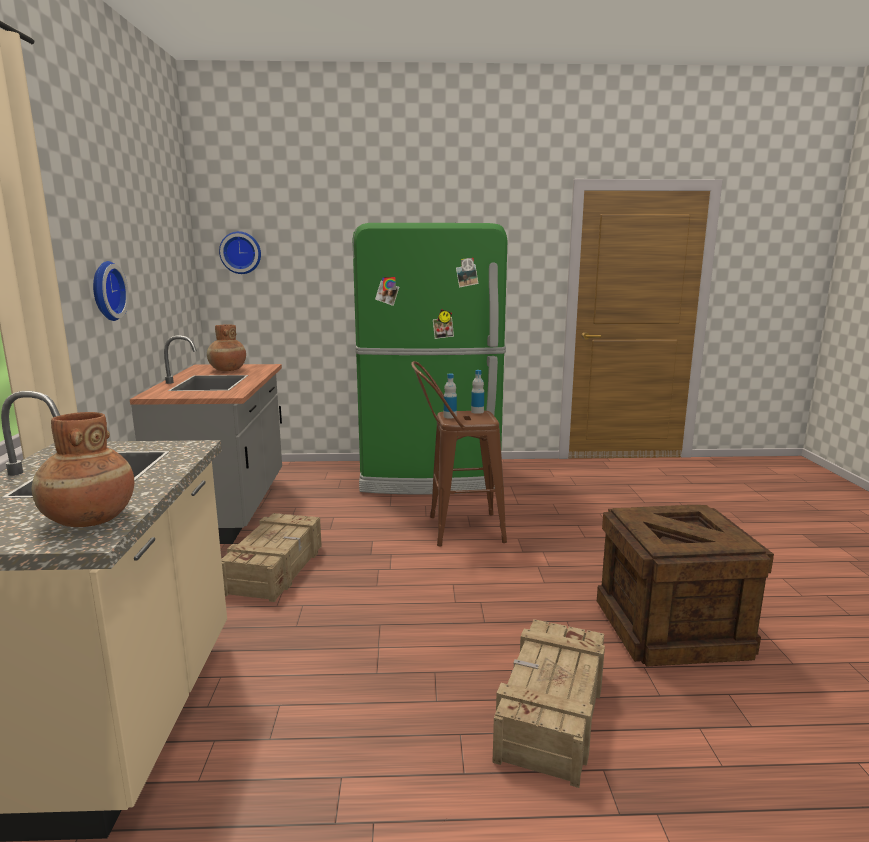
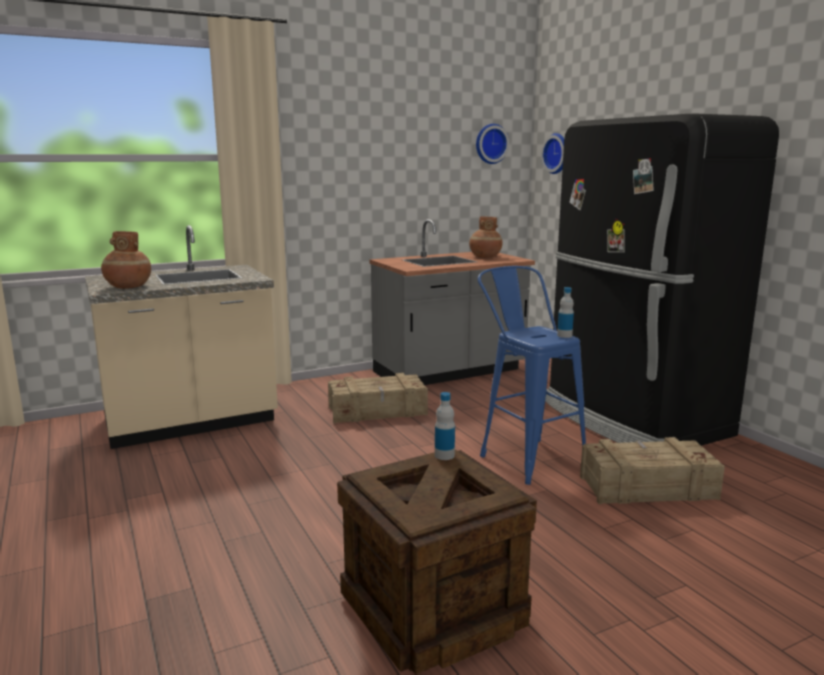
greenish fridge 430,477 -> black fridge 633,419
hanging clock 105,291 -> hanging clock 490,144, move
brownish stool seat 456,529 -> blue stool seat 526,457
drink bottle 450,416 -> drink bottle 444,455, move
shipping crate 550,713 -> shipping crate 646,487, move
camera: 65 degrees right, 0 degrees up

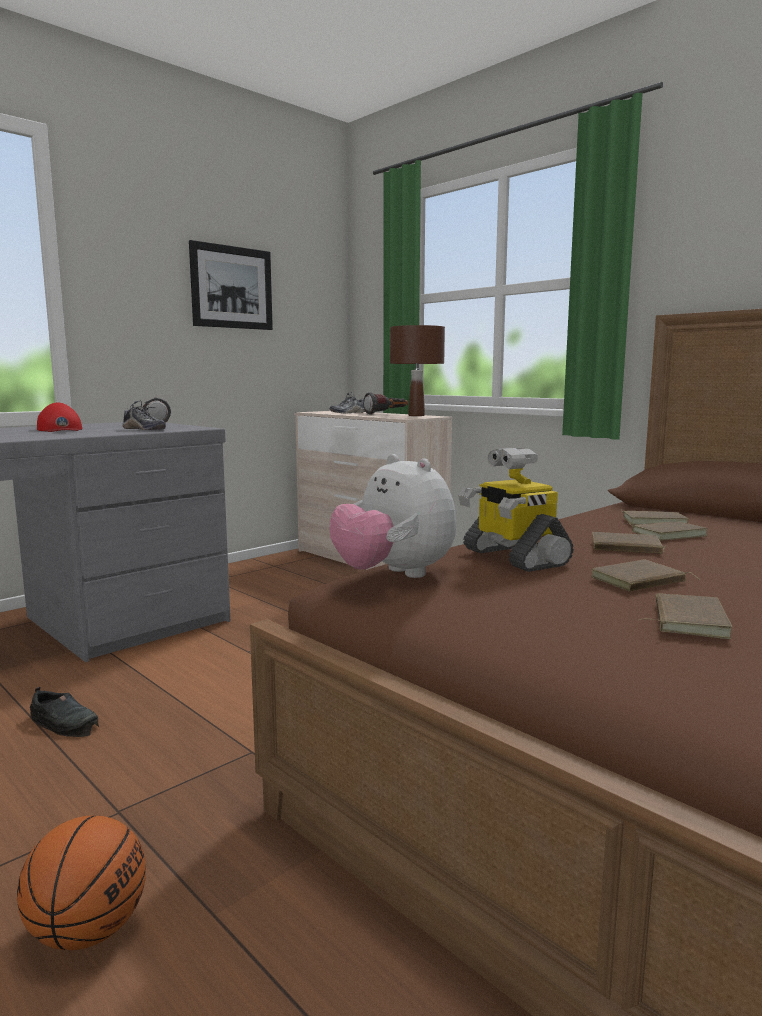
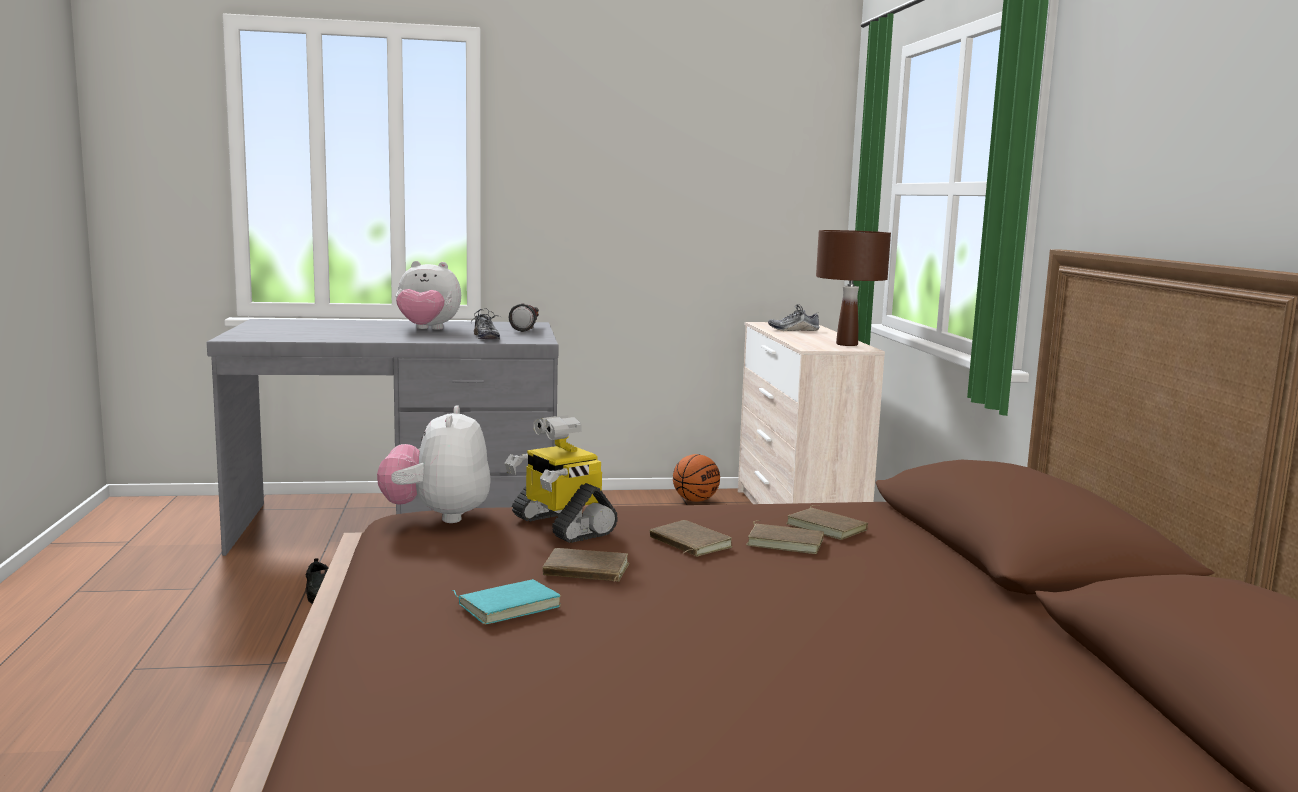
wall picture 232,287 -> none
flashlight 386,414 -> none
reddish peaked cap 60,430 -> plush toy 427,329
robot figure 513,557 -> robot figure 560,525, 45 degrees counterclockwise
brownish bound book 686,620 -> turquoise bound book 508,605
ball for basketball 88,930 -> ball for basketball 695,500, move
camera: 35 degrees right, 0 degrees up

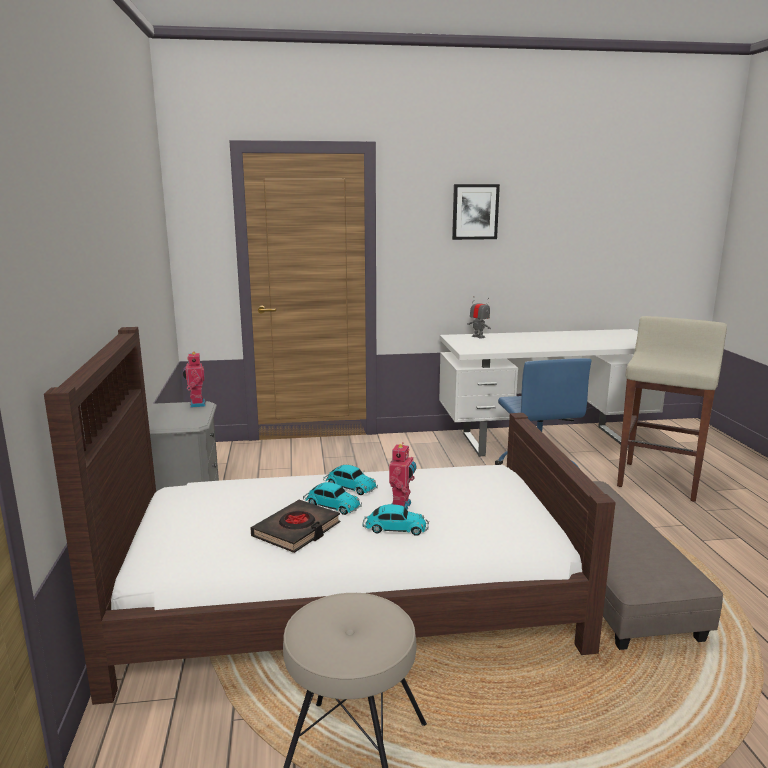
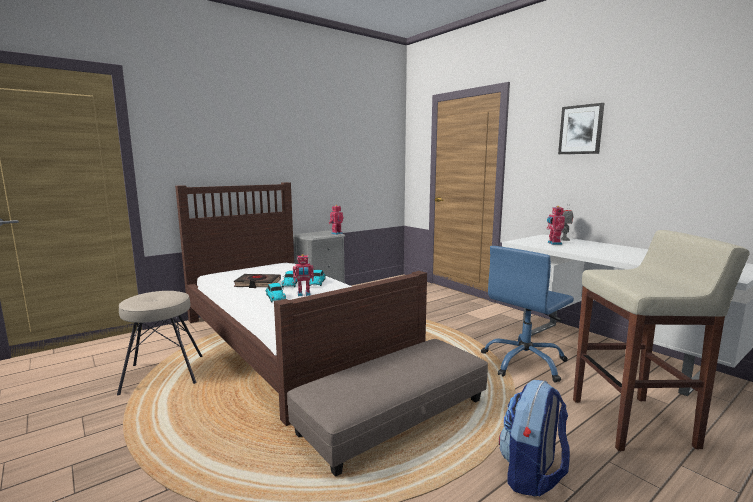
none -> robot figure 553,243
none -> knapsack 532,475
camera: 60 degrees right, 5 degrees down

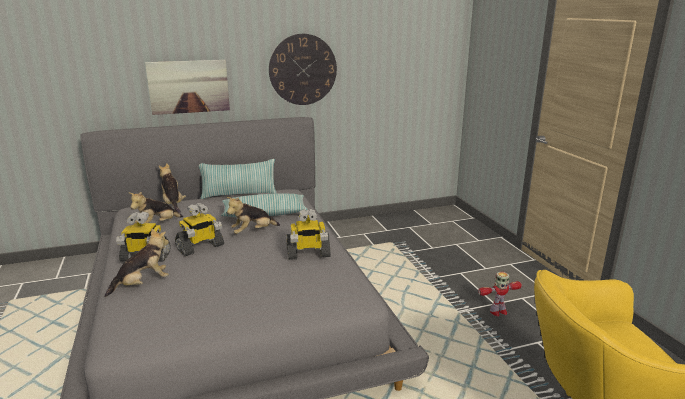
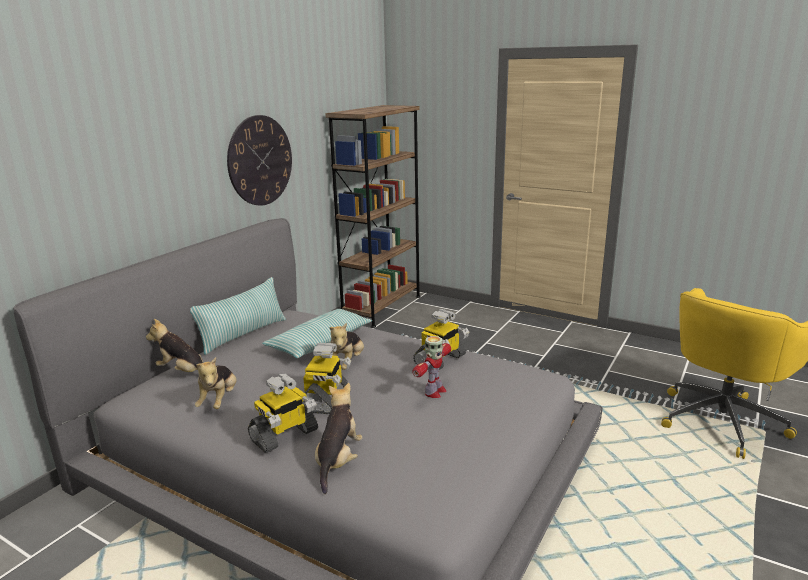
wall picture 189,86 -> none
robot figure 498,311 -> robot figure 434,392, move
none -> brownish bookcase 382,307
camera: 40 degrees left, 0 degrees up

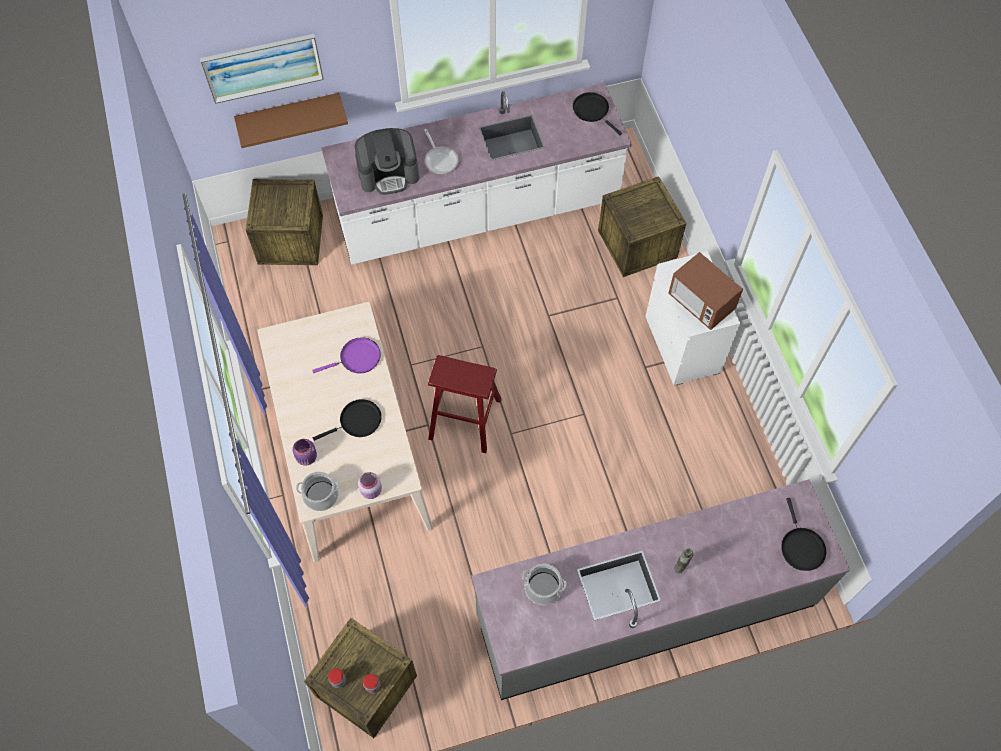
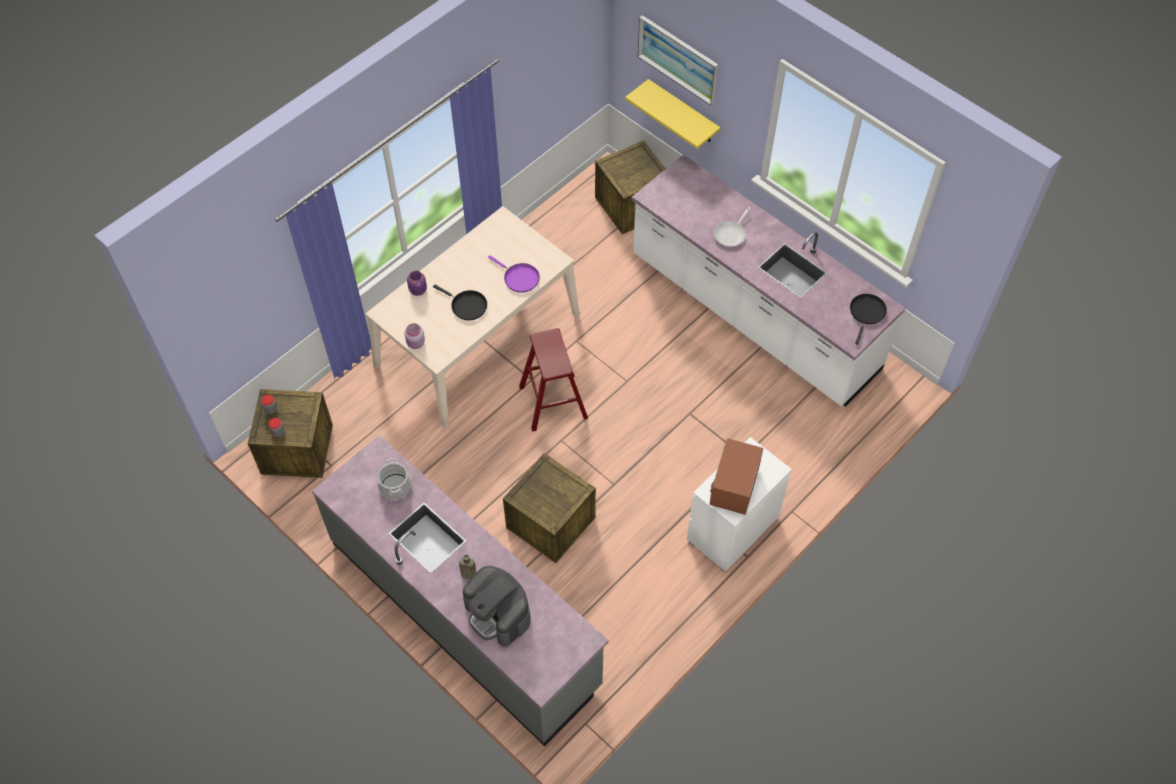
brownish bracket shelf 289,114 -> yellow bracket shelf 683,112
coffee maker 388,173 -> coffee maker 498,614, move
shipping crate 637,244 -> shipping crate 550,522, move
cooking pot 321,496 -> none
black frying pan 801,547 -> none
camera: 60 degrees right, 5 degrees down

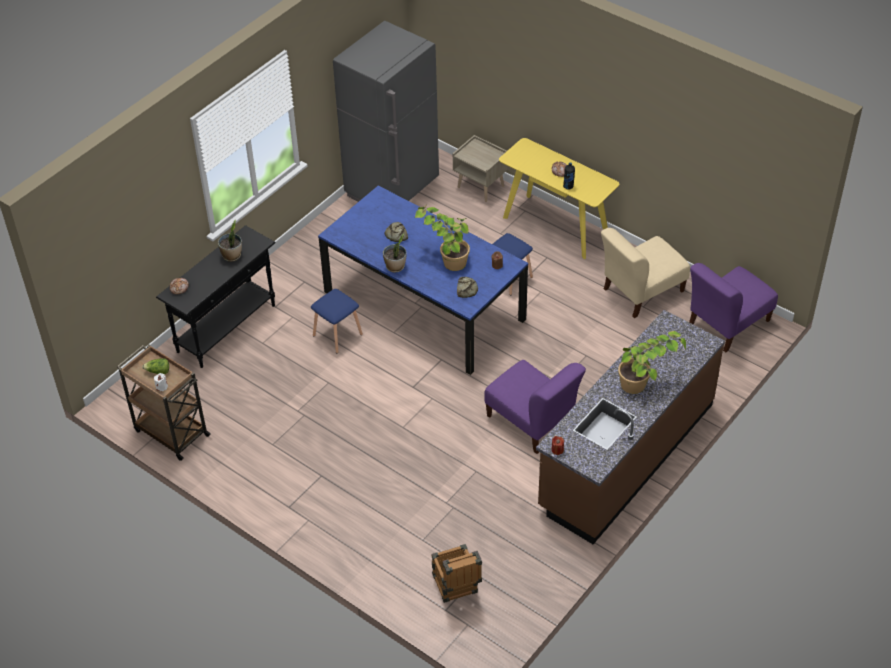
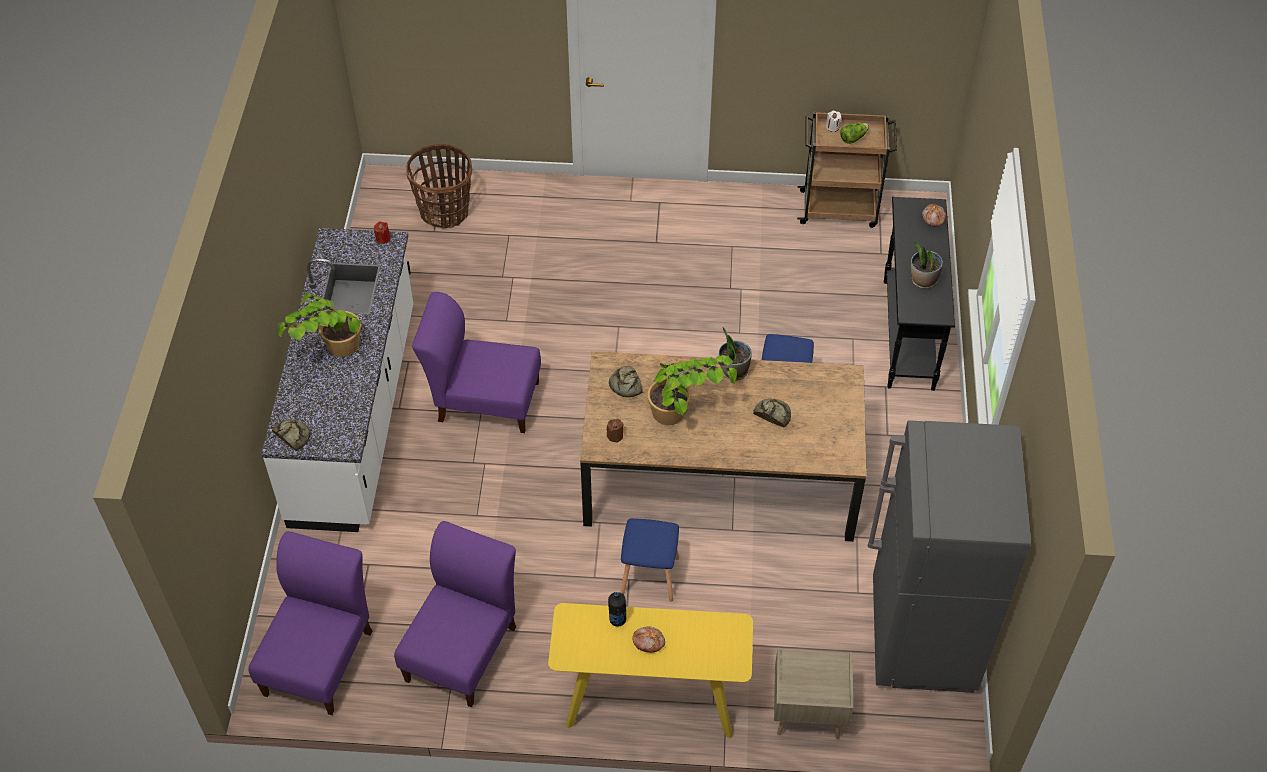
blue dining table 423,305 -> brownish dining table 721,478
beige-coloured plain chair 640,292 -> purplish plain chair 463,649
brownish kitchen counter 626,455 -> white-coloured kitchen counter 356,415
shipping crate 456,588 -> storage basket 444,212
none -> bread 292,435
camera: 145 degrees right, 5 degrees up

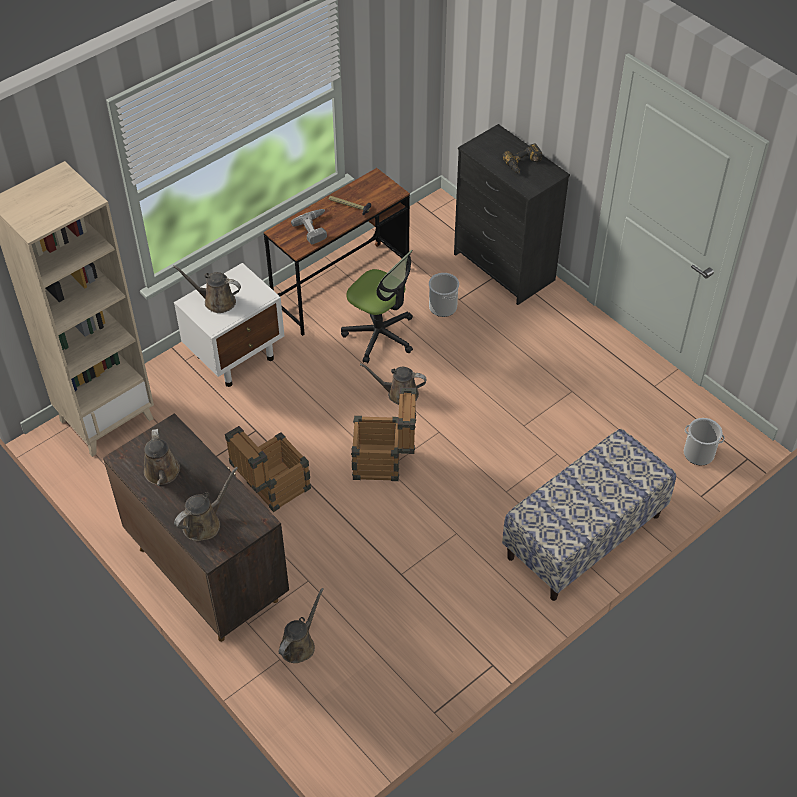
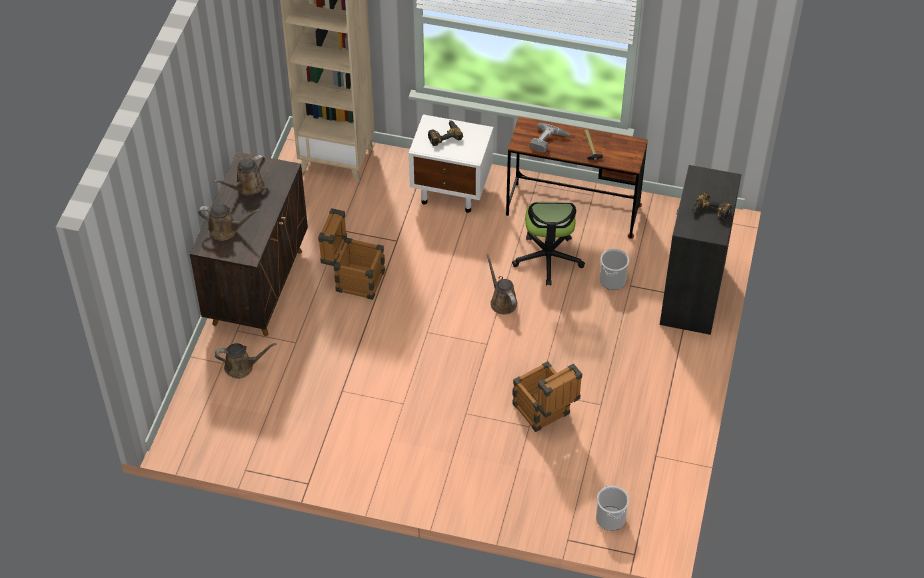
brownish sprinkling can 216,301 -> electric drill 444,135
shipping crate 384,463 -> shipping crate 544,414, move
indoor bench 584,537 -> none
camera: 55 degrees right, 0 degrees up

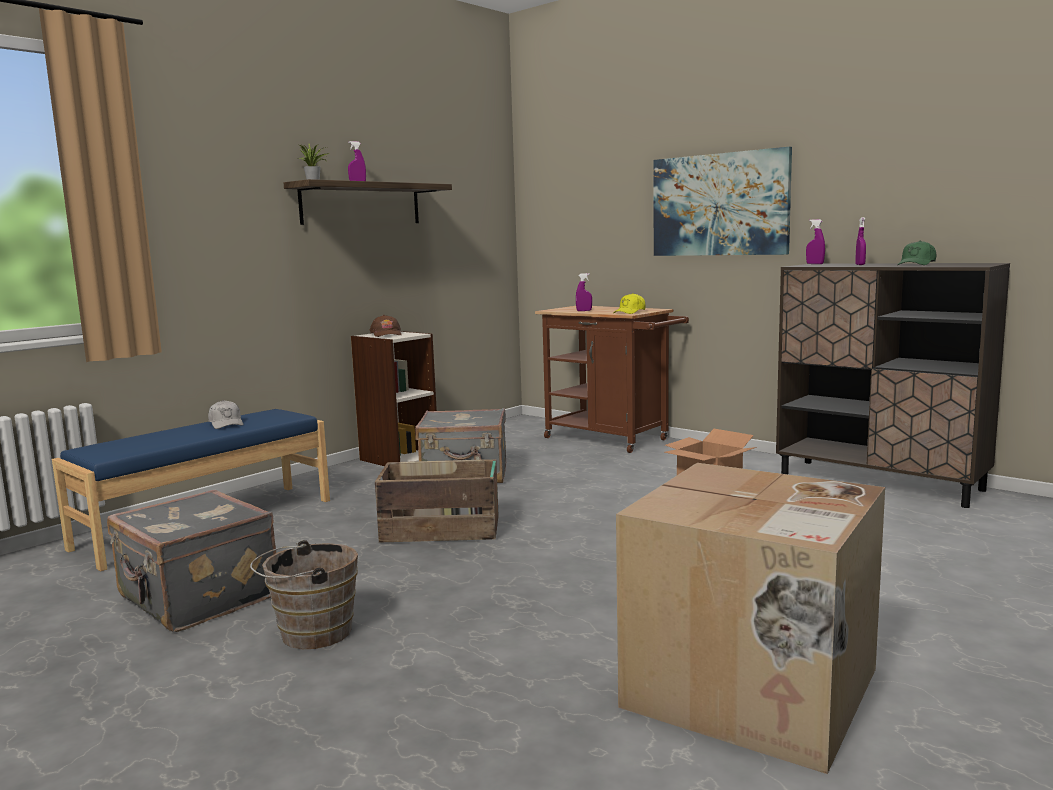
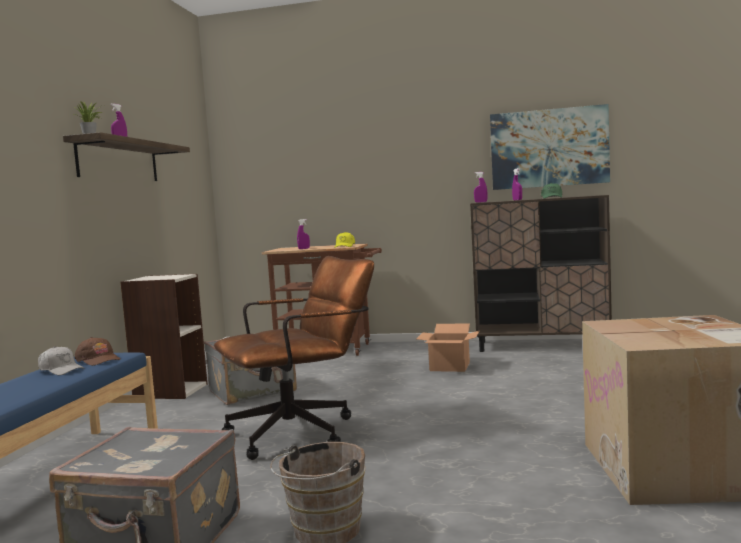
wall picture 719,205 -> wall picture 548,148, move
brownish peaked cap 386,334 -> brownish peaked cap 98,360, move
shipping crate 442,530 -> brownish office chair 302,431
camera: 30 degrees left, 5 degrees down

